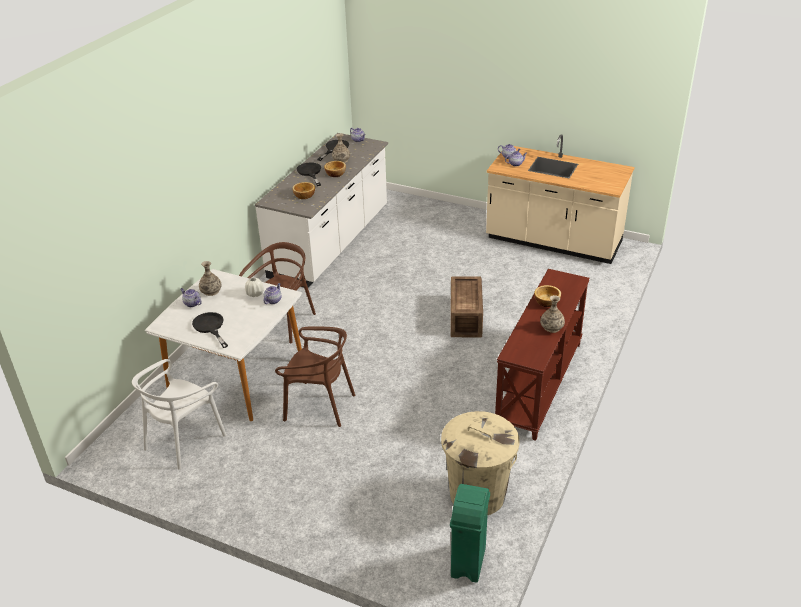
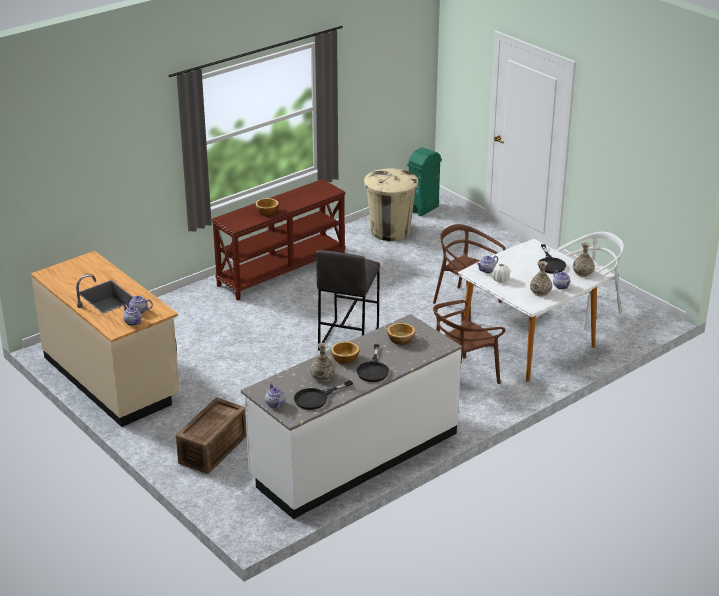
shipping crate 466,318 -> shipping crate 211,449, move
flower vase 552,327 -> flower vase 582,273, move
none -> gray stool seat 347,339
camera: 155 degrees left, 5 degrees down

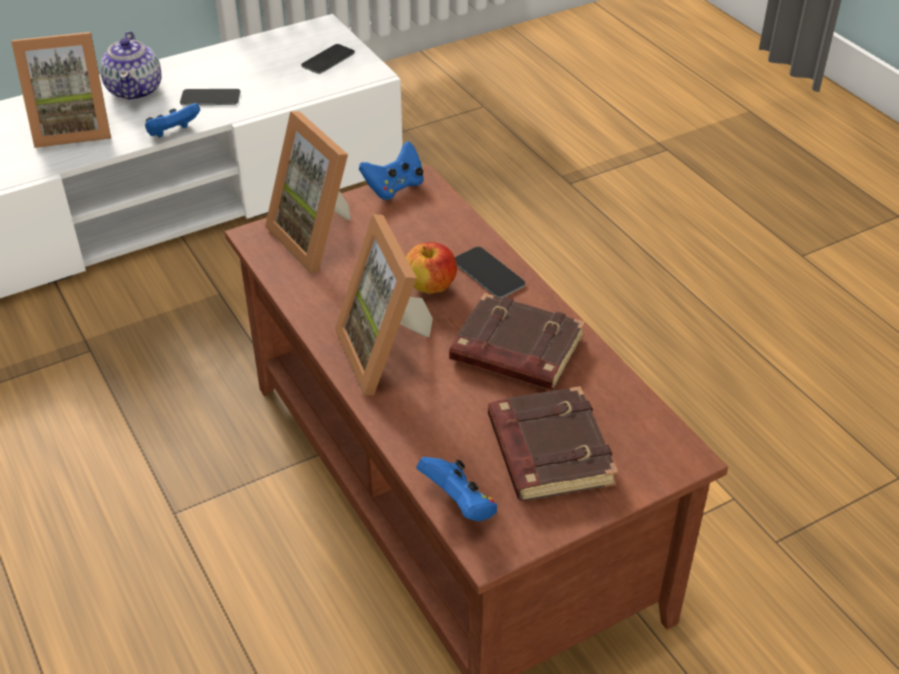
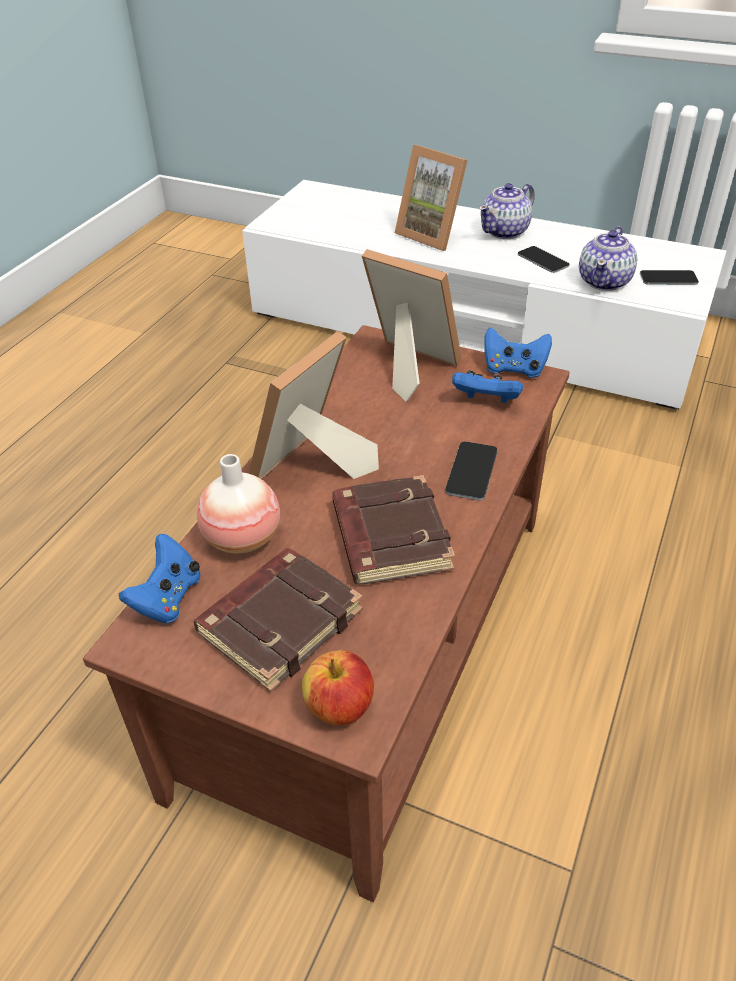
blue game controller 173,133 -> blue game controller 486,401, move
picture frame 320,238 -> picture frame 406,367, 105 degrees clockwise
whole apple 431,287 -> whole apple 340,707, move
none -> teapot 605,281
none -> flower vase 242,538
camera: 55 degrees right, 0 degrees up

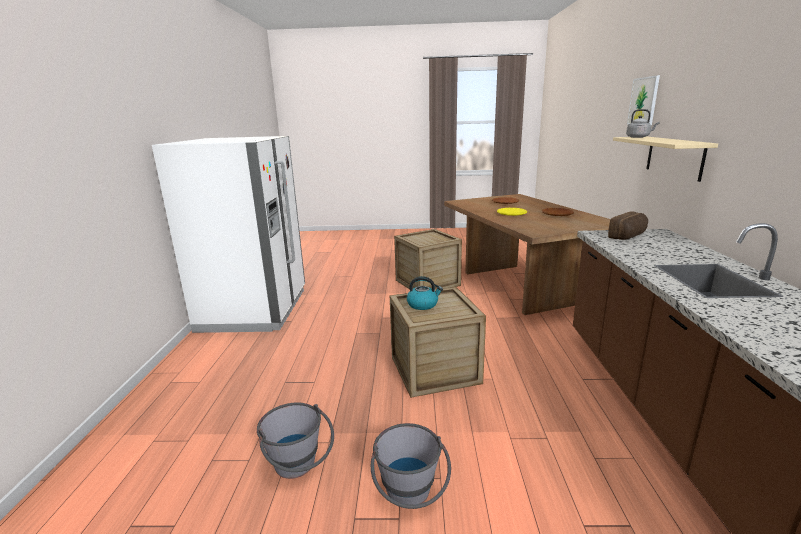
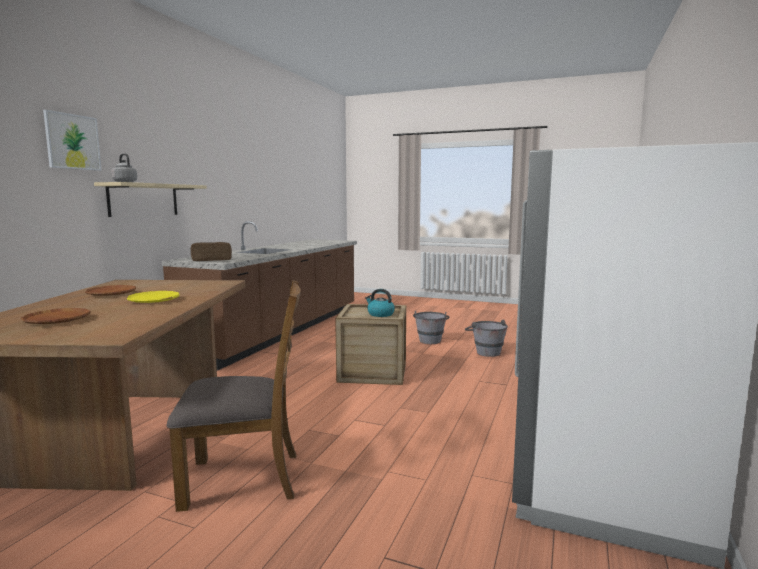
shipping crate 427,283 -> brownish plain chair 244,478
camera: 160 degrees left, 10 degrees down

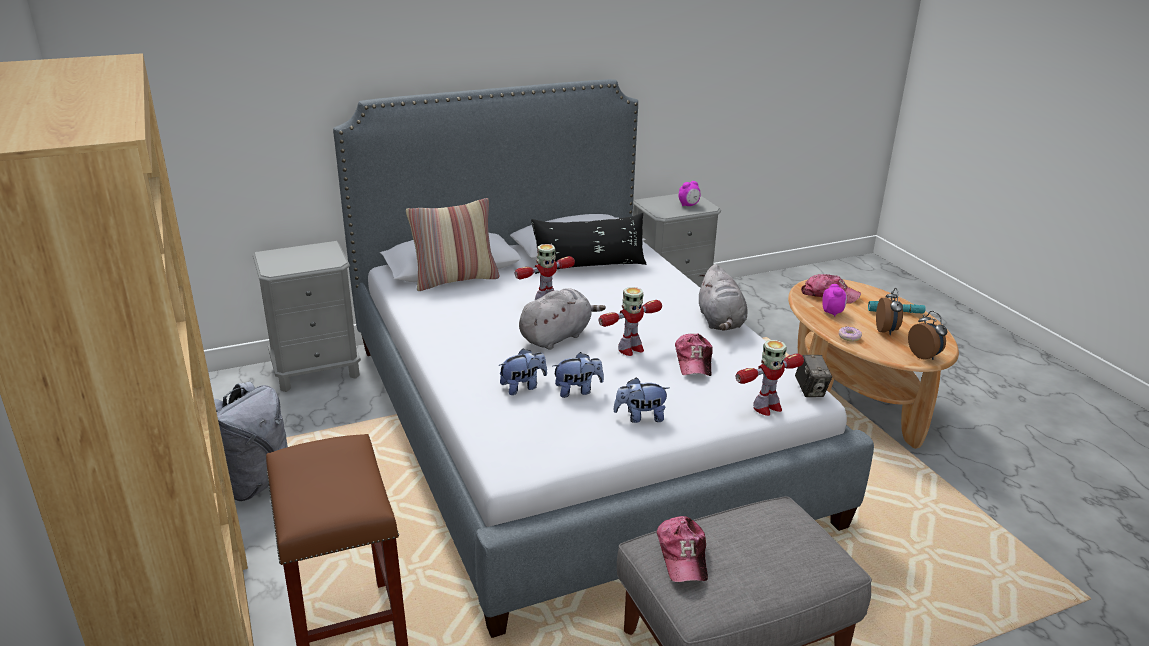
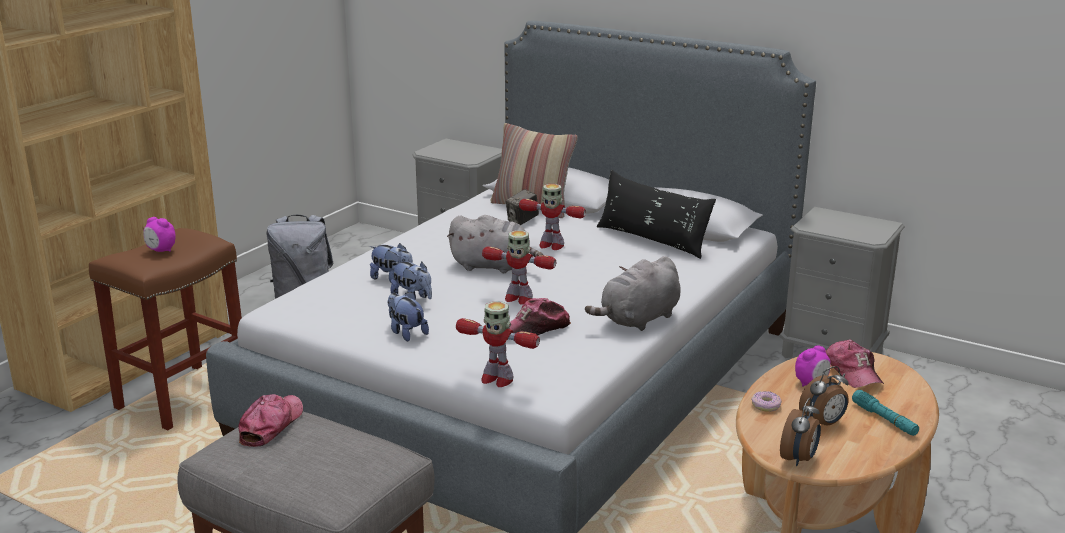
alarm clock 688,205 -> alarm clock 161,250, move
photo camera 810,390 -> photo camera 522,221, move
peaked cap 683,555 -> peaked cap 271,425, 150 degrees clockwise
camera: 55 degrees right, 5 degrees down

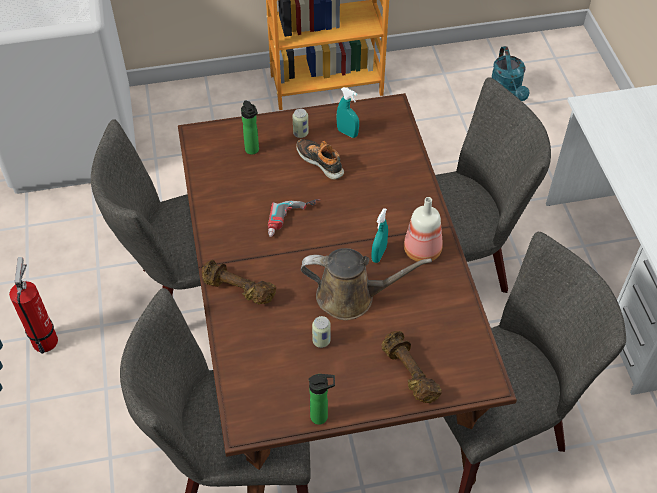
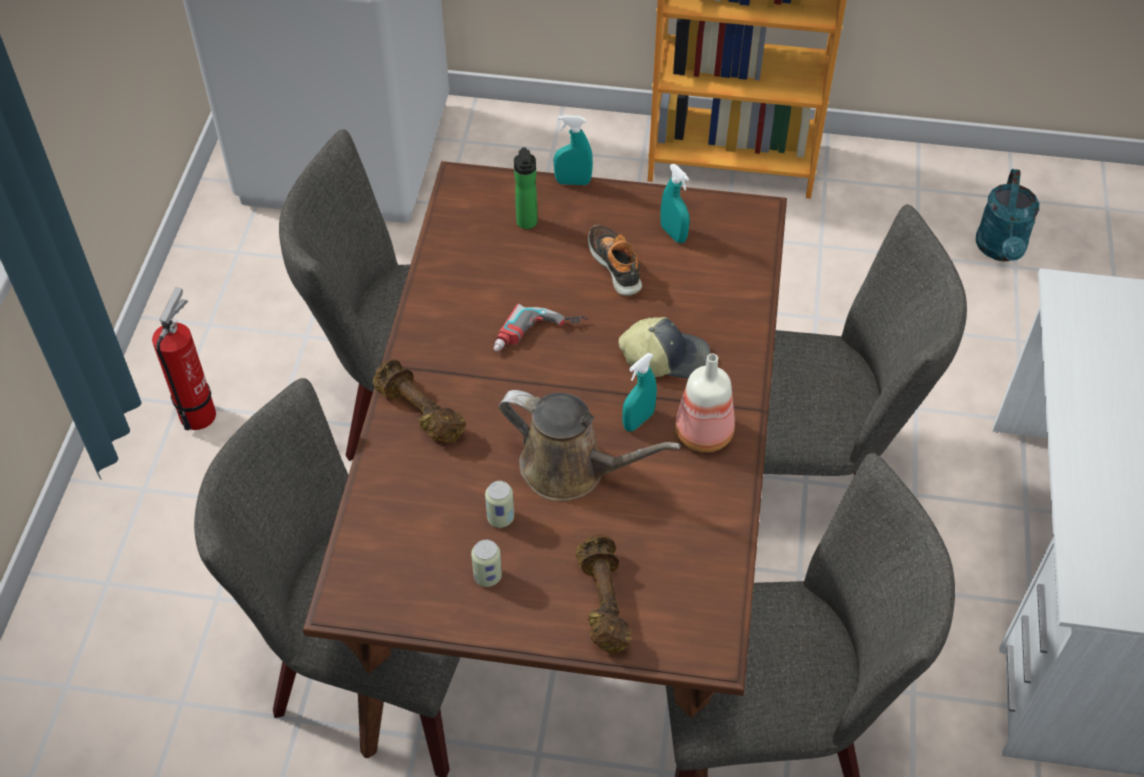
can 300,133 -> can 487,576, move
drink bottle 322,417 -> none
none -> turquoise sprayer 573,182
none -> peaked cap 665,357
camera: 20 degrees right, 0 degrees up

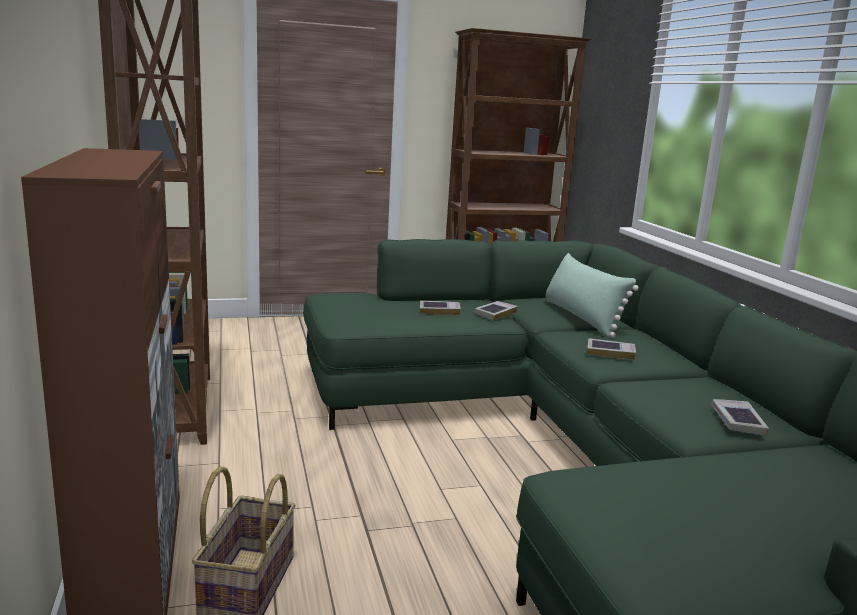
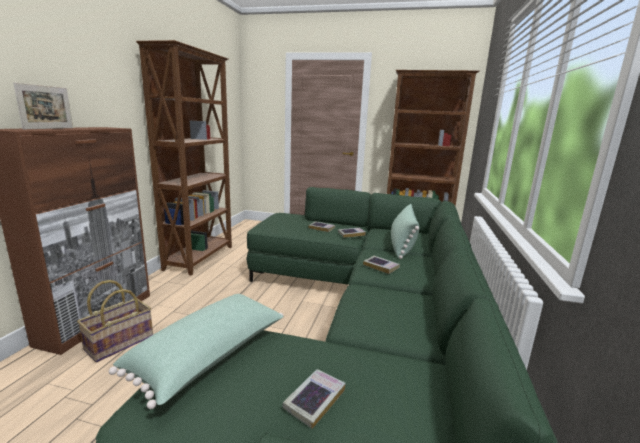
bound book 737,421 -> bound book 314,400, move
none -> picture frame 49,128
none -> greenish cushion 210,357
camera: 30 degrees right, 0 degrees up

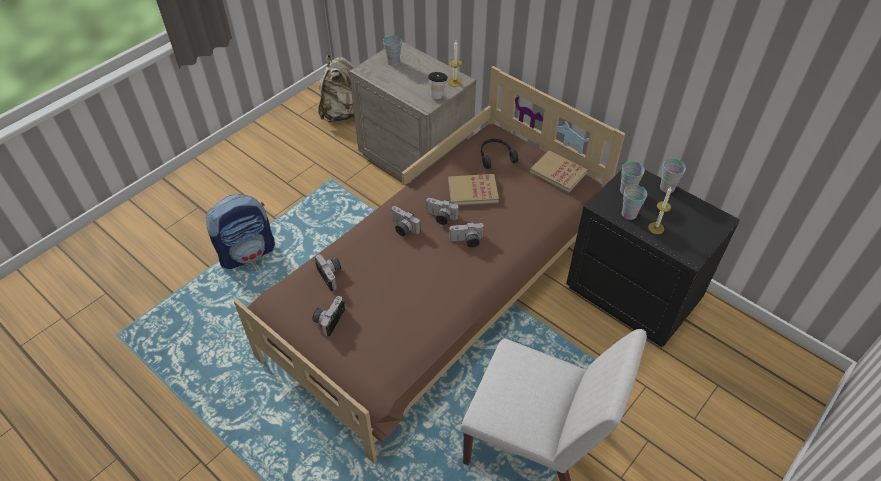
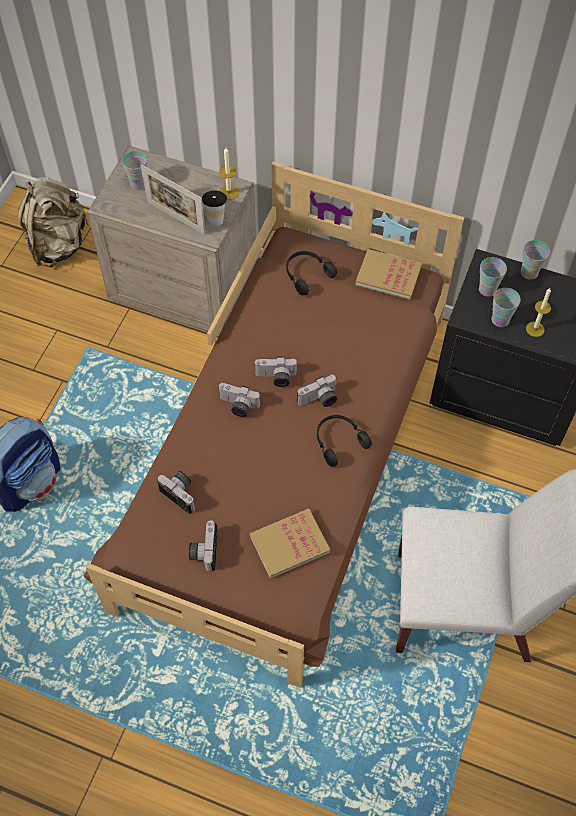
bound book 472,191 -> bound book 289,544, move
none -> picture frame 175,217
none -> black pair of headphones 338,441
camera: 20 degrees left, 10 degrees up

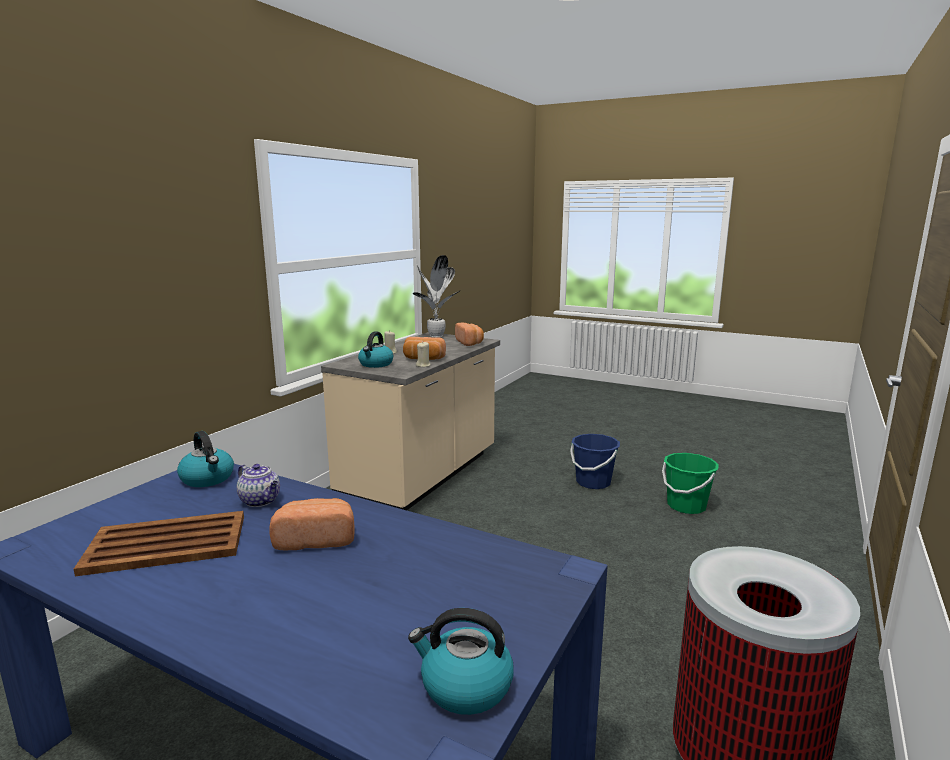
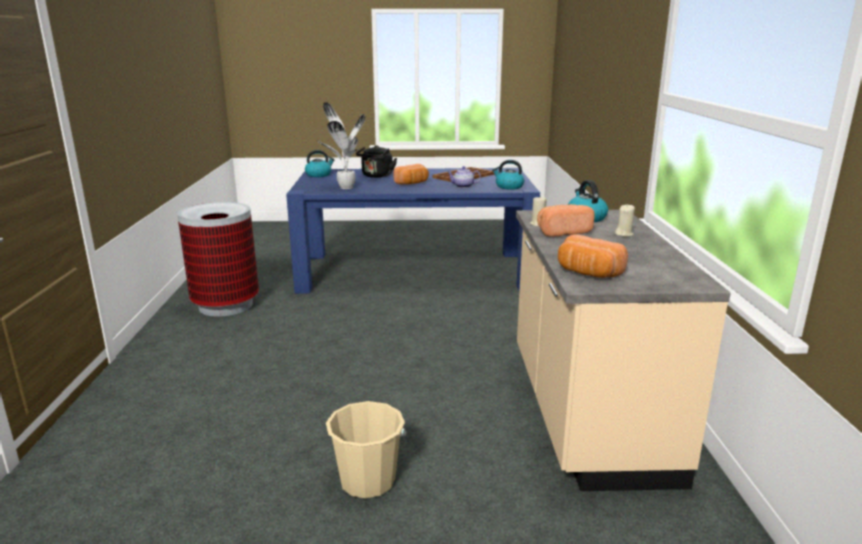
houseplant 436,336 -> houseplant 345,187, move
blue bucket 593,482 -> beige-coloured bucket 368,481
greenish bucket 686,506 -> none
none -> black tea kettle 376,176
camera: 150 degrees right, 5 degrees up

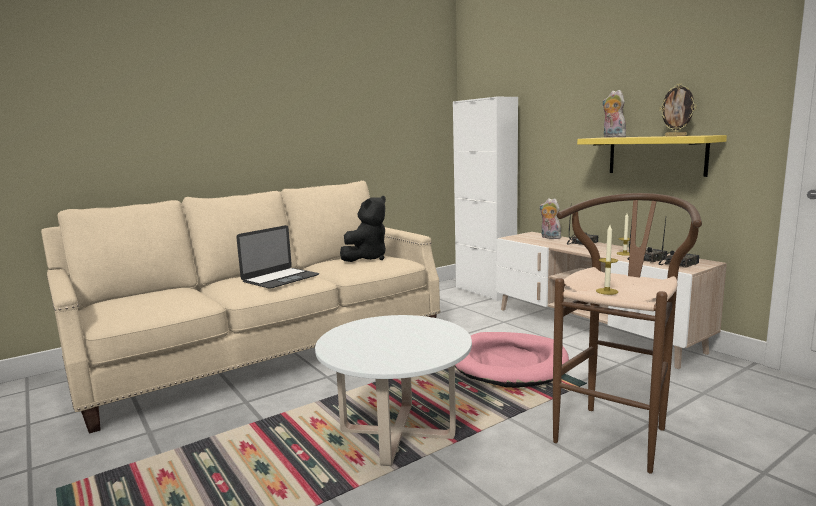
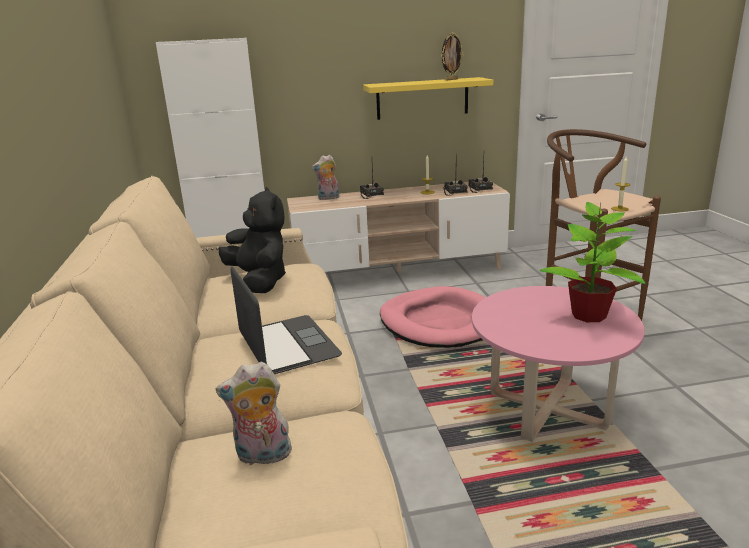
plush toy 612,137 -> plush toy 262,456, move
white-coloured coffee table 397,434 -> pinkish coffee table 547,410
none -> houseplant 588,315
camera: 65 degrees left, 10 degrees up

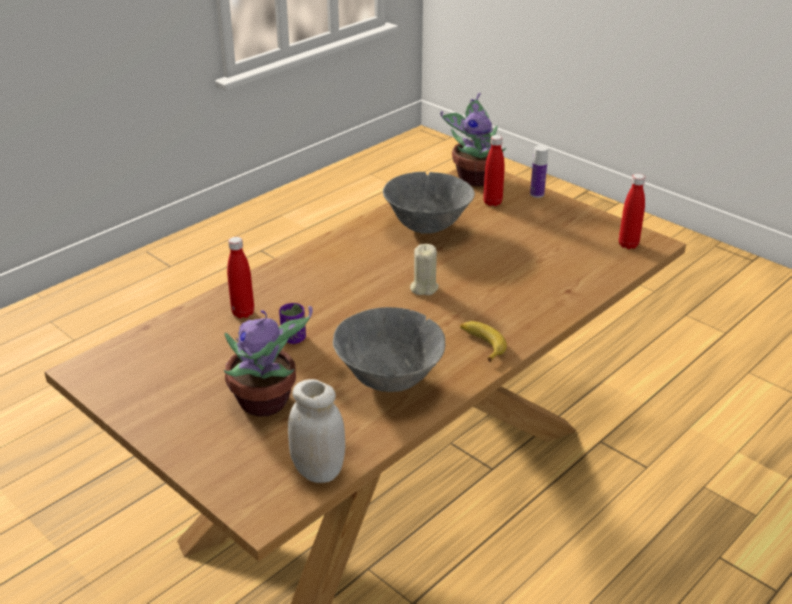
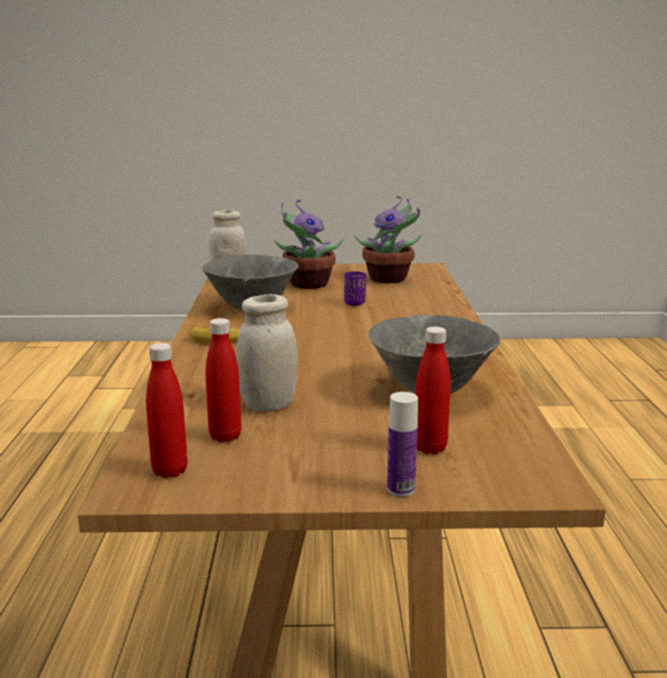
houseplant 474,178 -> houseplant 390,279, move
reddish drink bottle 243,313 -> reddish drink bottle 225,436, move
beige-coloured wax light 424,288 -> none
none -> white-coloured jar 268,404
camera: 135 degrees right, 15 degrees down

